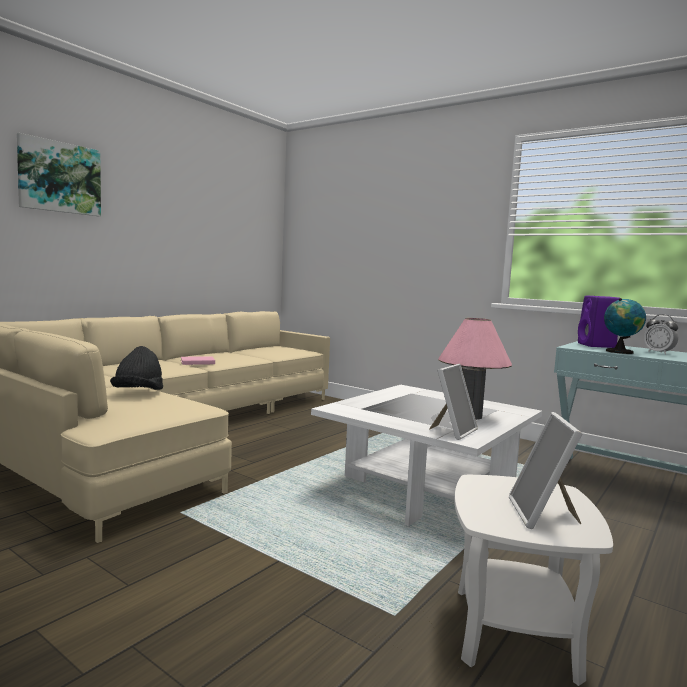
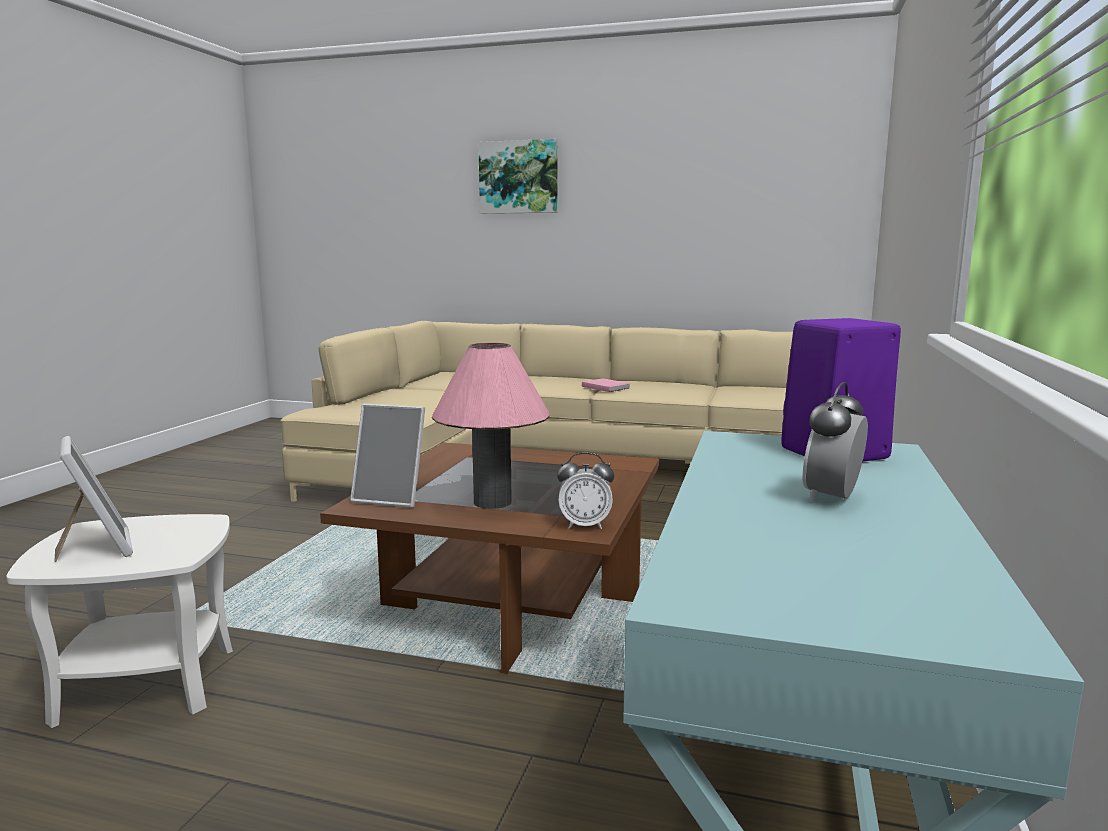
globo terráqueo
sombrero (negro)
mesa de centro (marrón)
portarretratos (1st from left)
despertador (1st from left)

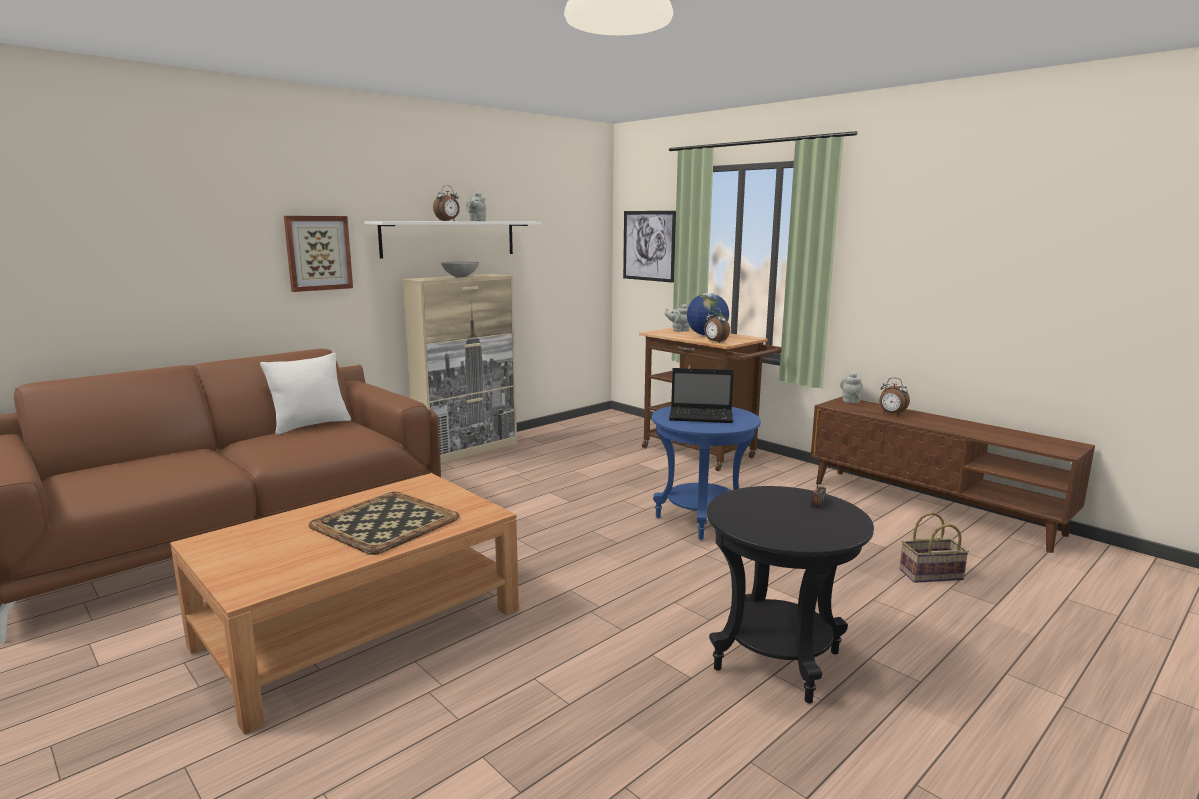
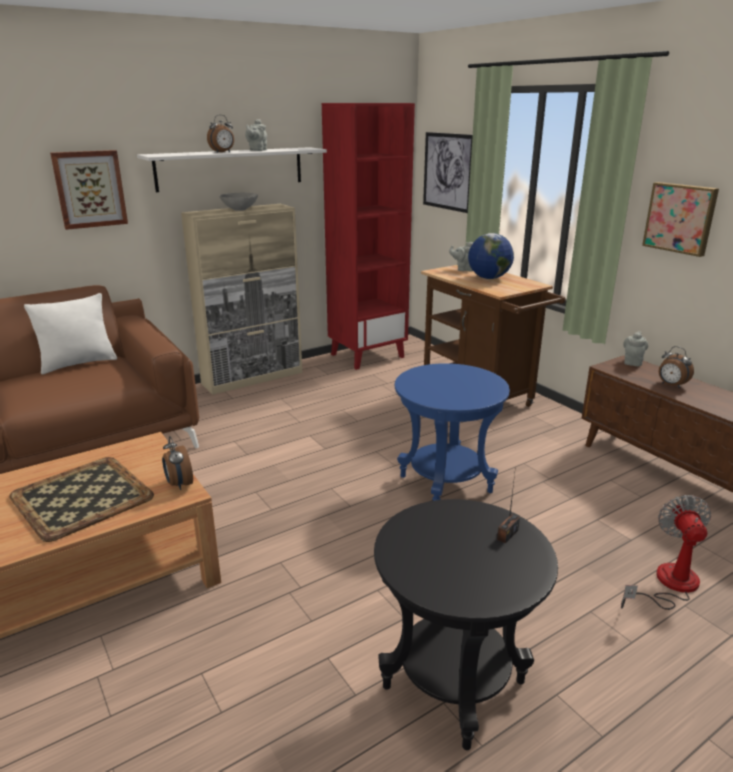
despertador (1st from left)
portátil
ventilador
estantería (rojo)
cuadro (3rd from left)

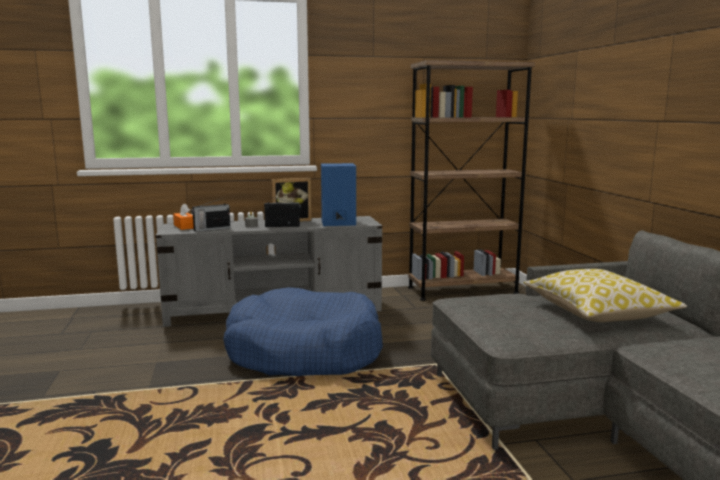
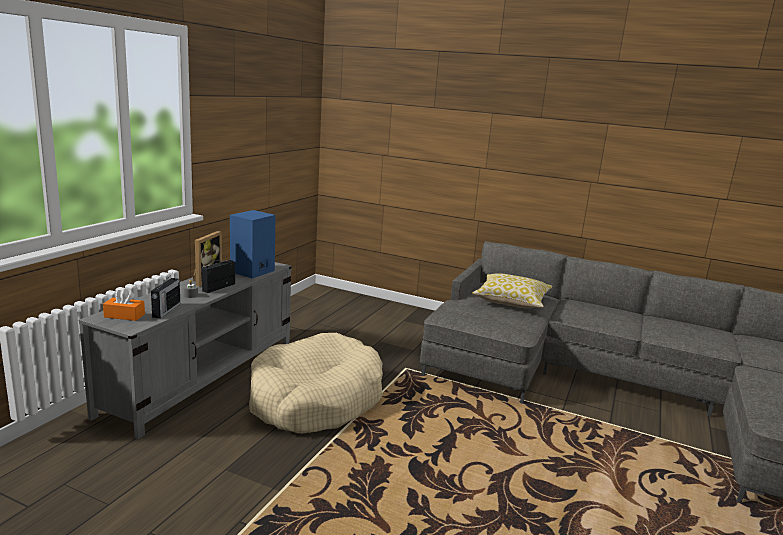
estantería (marrón)
cama para perro (beis)

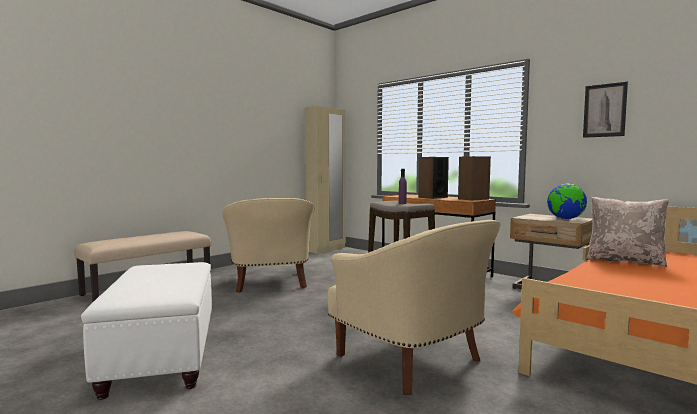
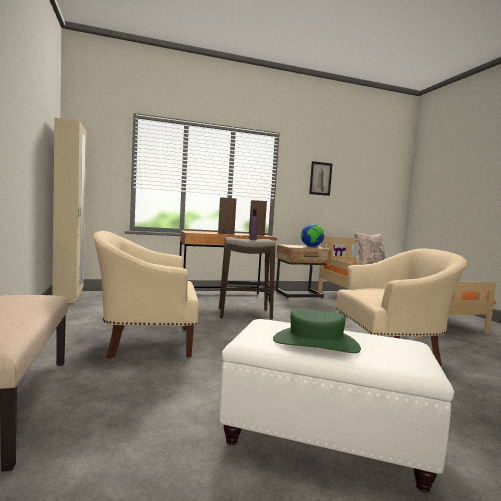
sillón (beis) (1st from left)
sombrero (verde)

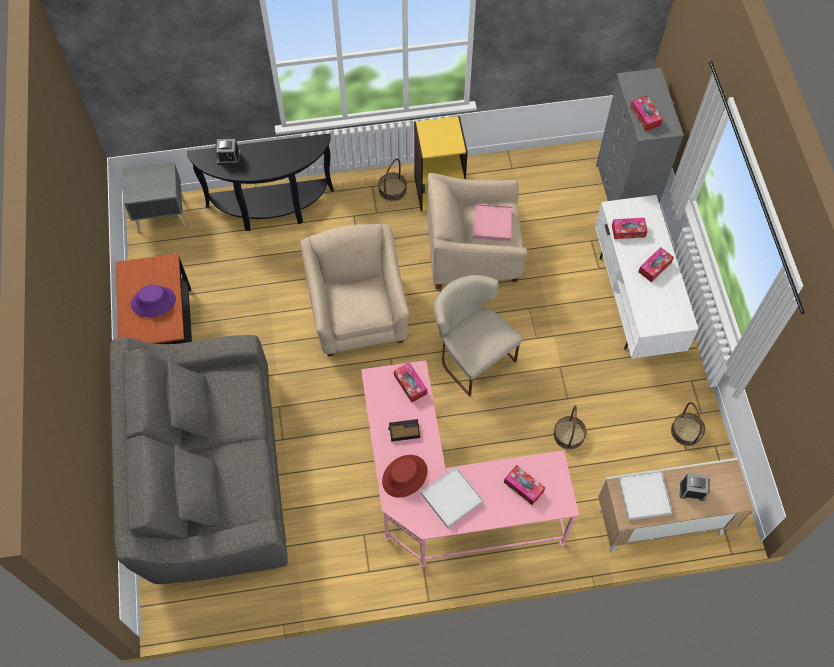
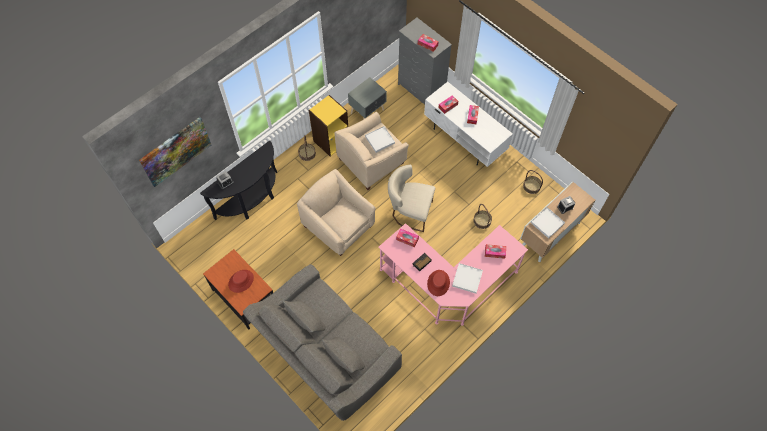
mesita de noche (gris)
bandeja (blanco) (1st from left)
sombrero (rojo) (1st from left)
cuadro

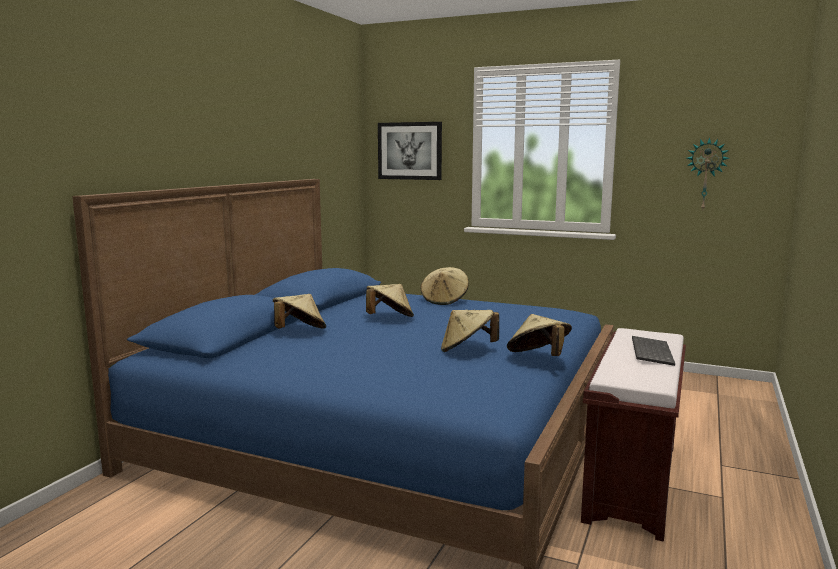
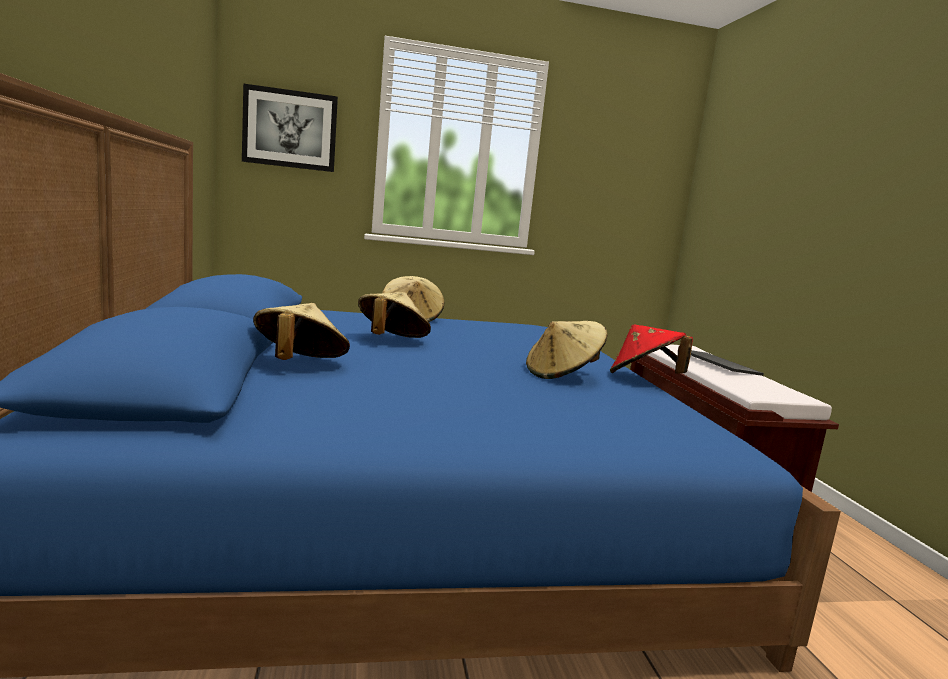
reloj de pared
sombrero (rojo)

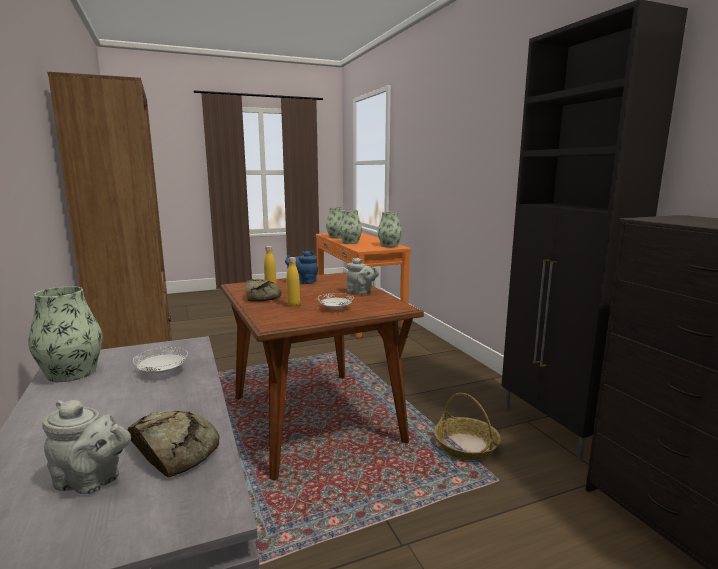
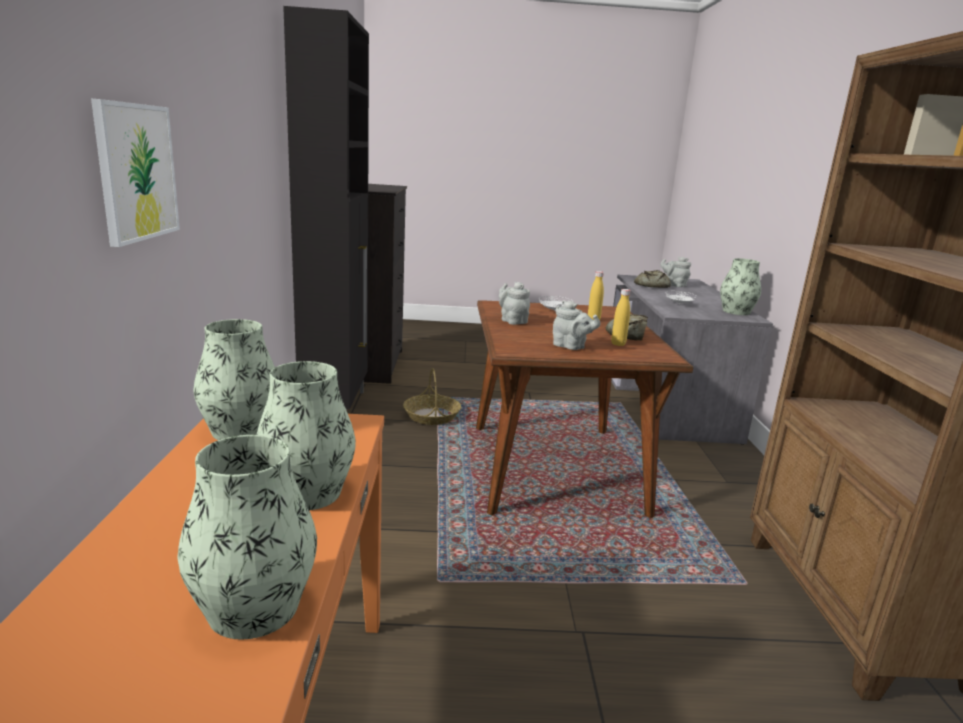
tetera (gris) (2nd from left)
cuadro

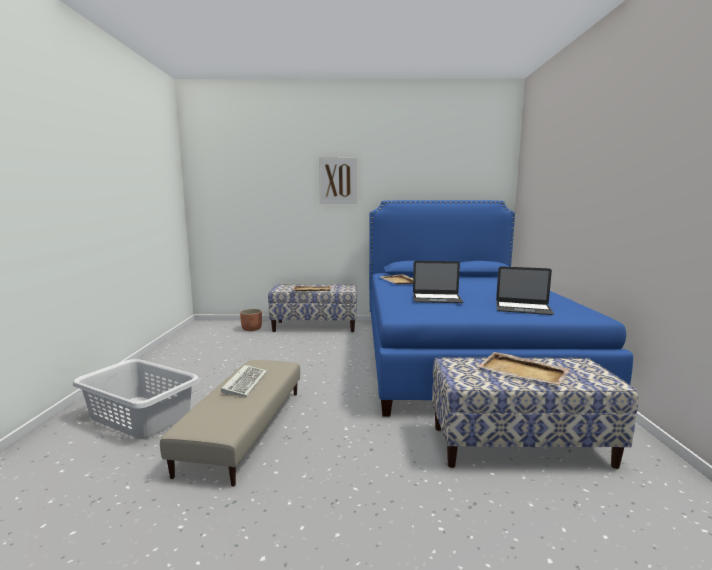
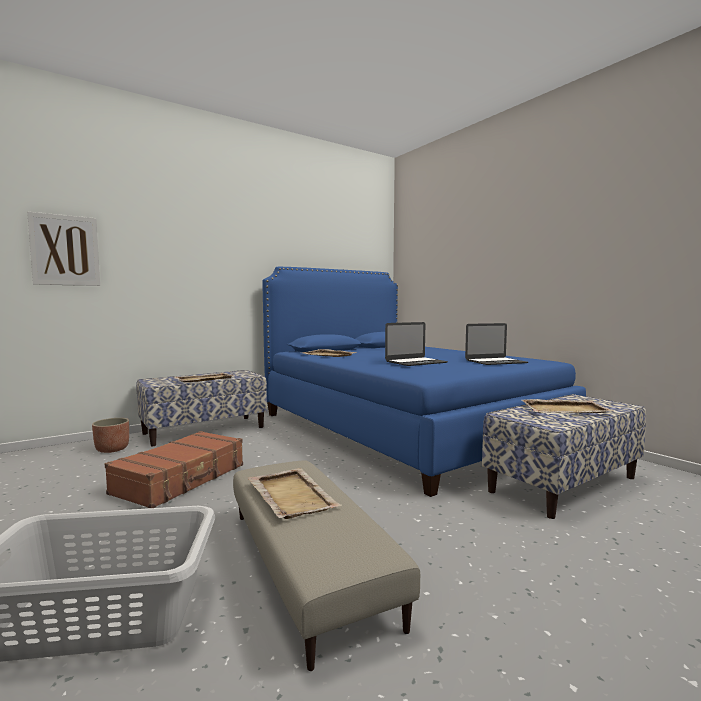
cuadro
bandeja (beis) (2nd from left)
maleta (marrón)

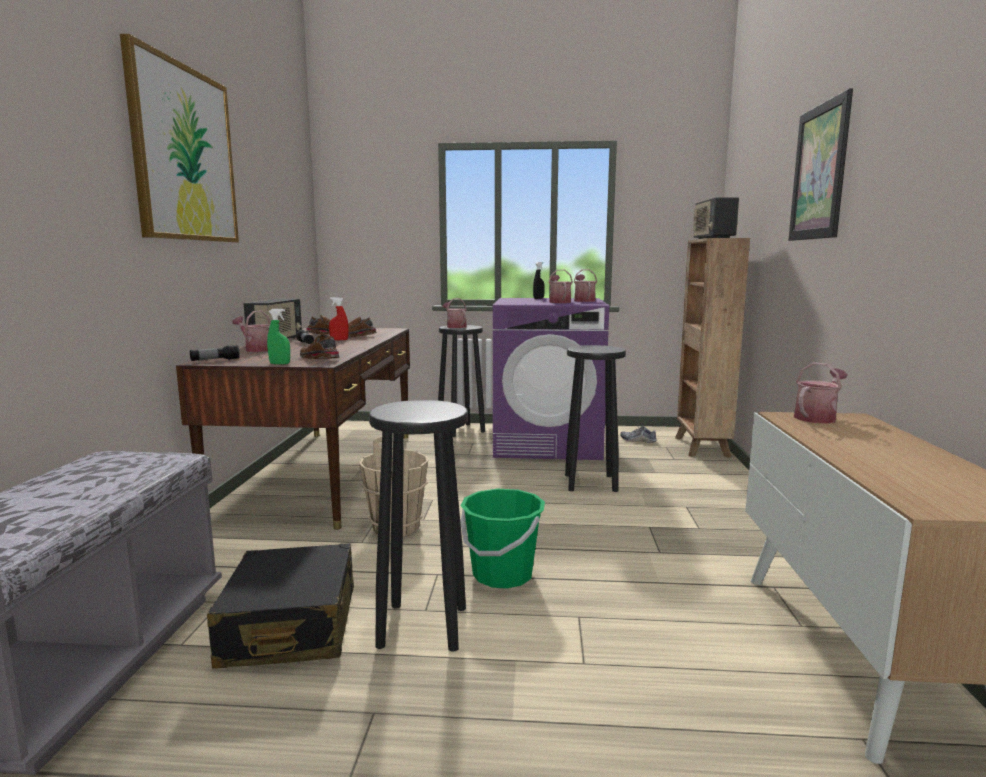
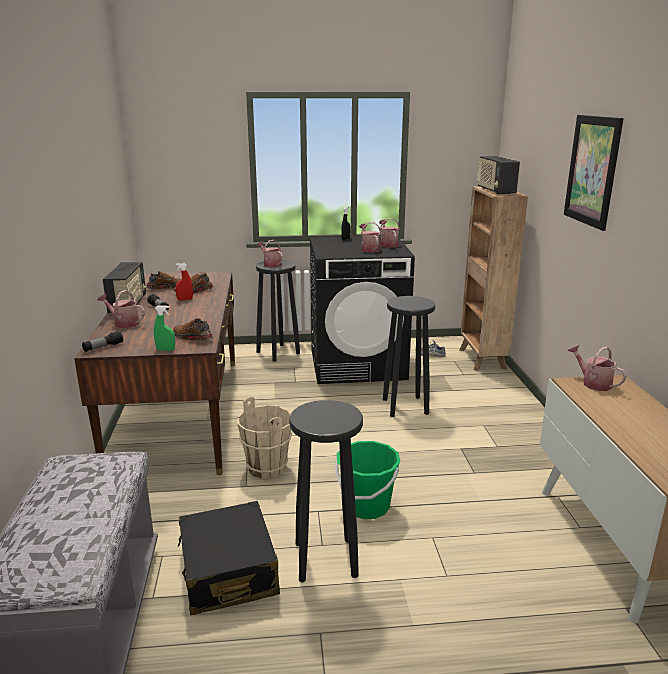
cuadro (1st from left in the first image)
lavadora (negro)
regadera (5th from left)

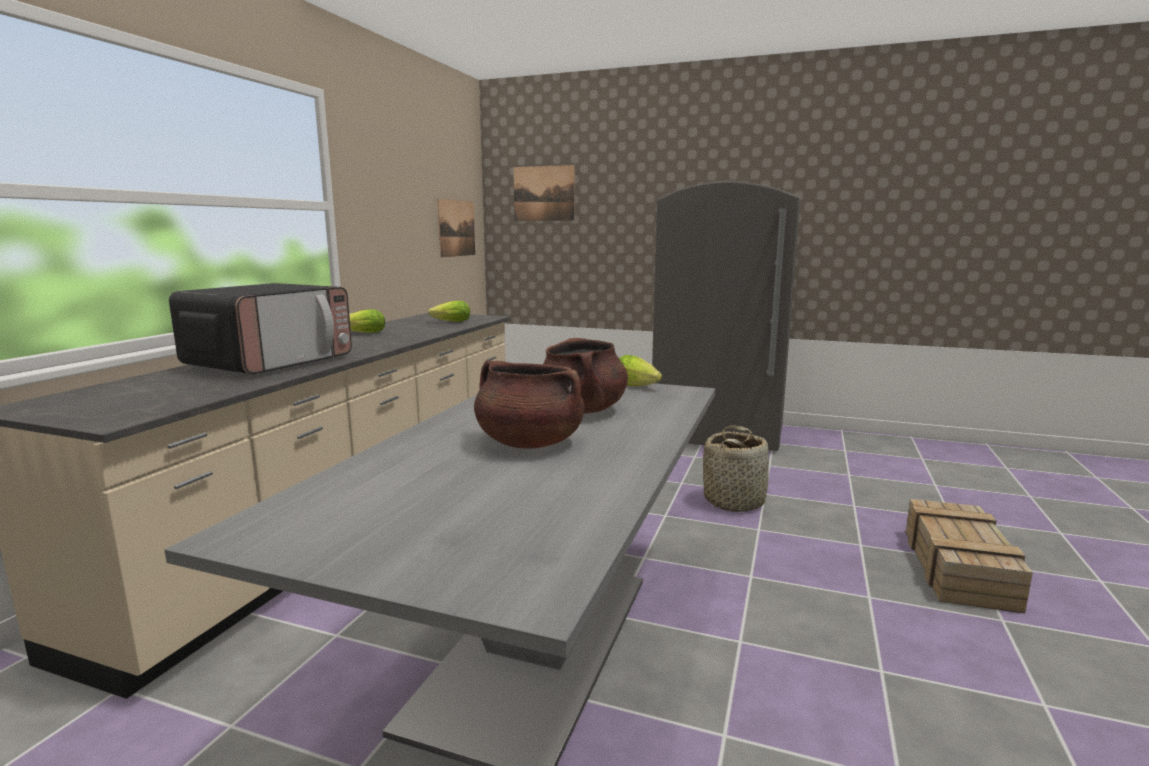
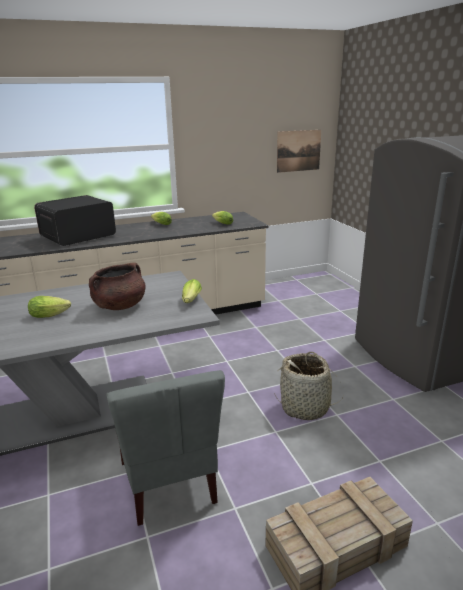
cuadro (2nd from left in the first image)
microondas
lechuga (1st from left)
silla (gris)

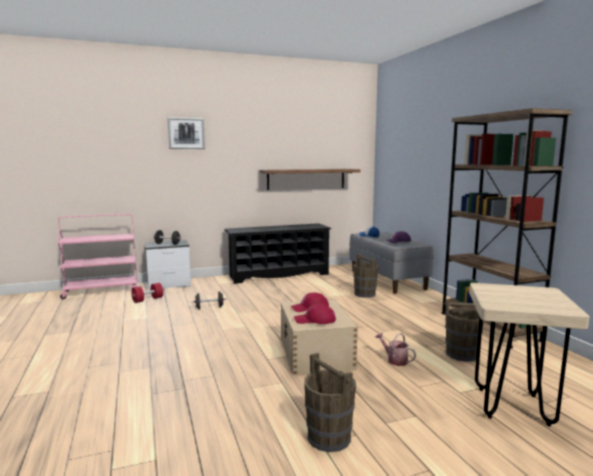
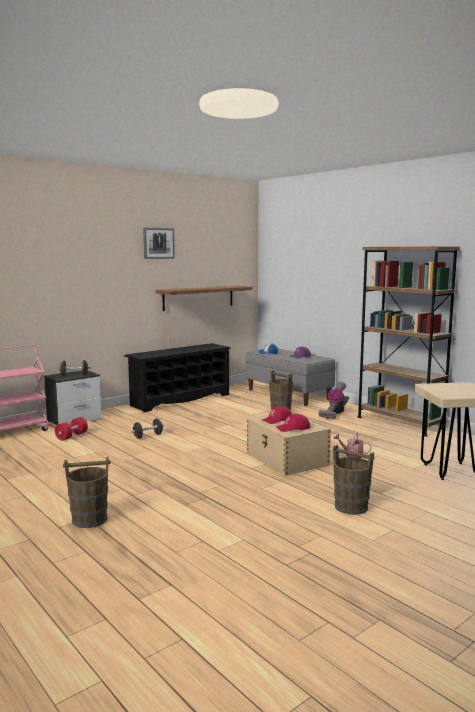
cuadro
cubo (marrón) (1st from left)
aspiradora

